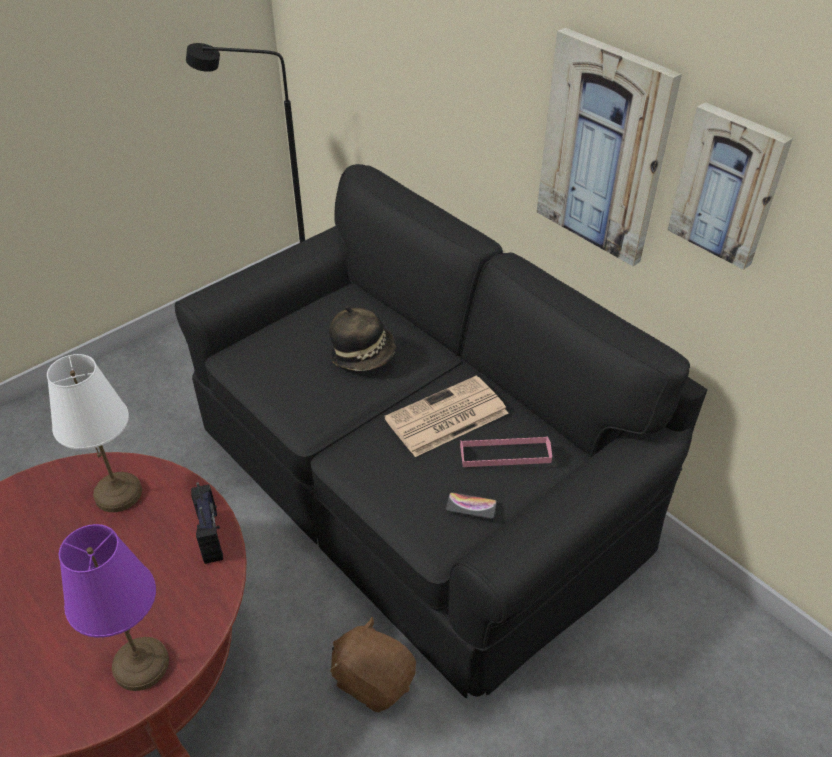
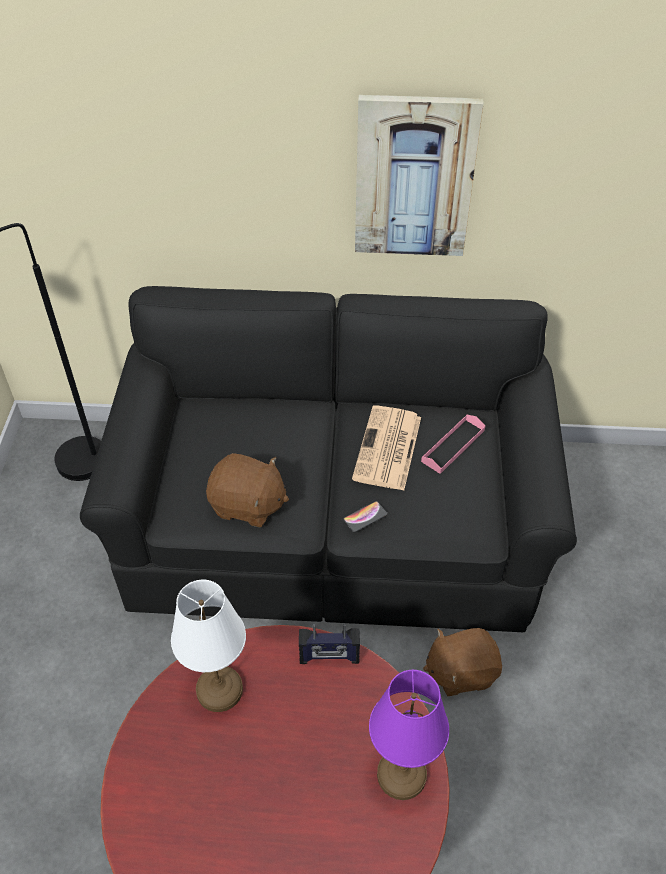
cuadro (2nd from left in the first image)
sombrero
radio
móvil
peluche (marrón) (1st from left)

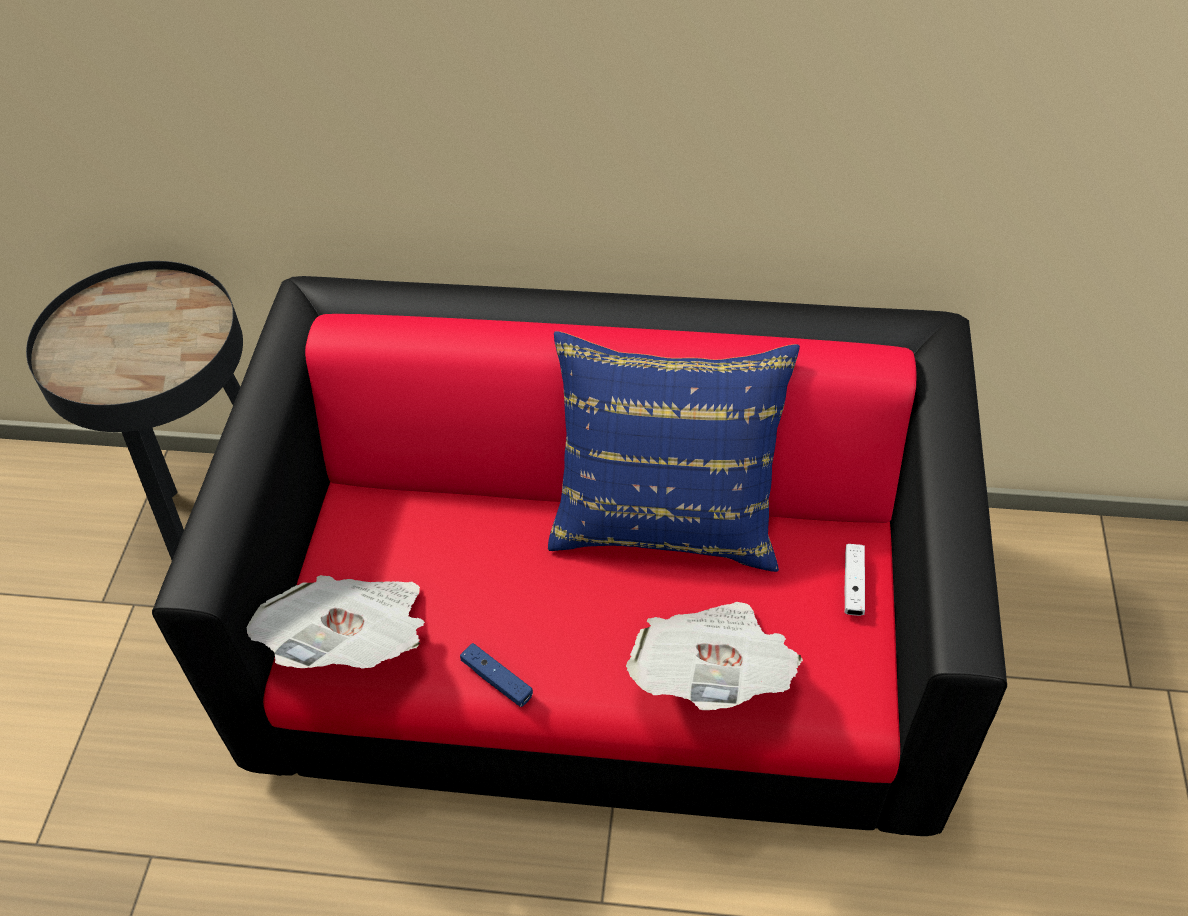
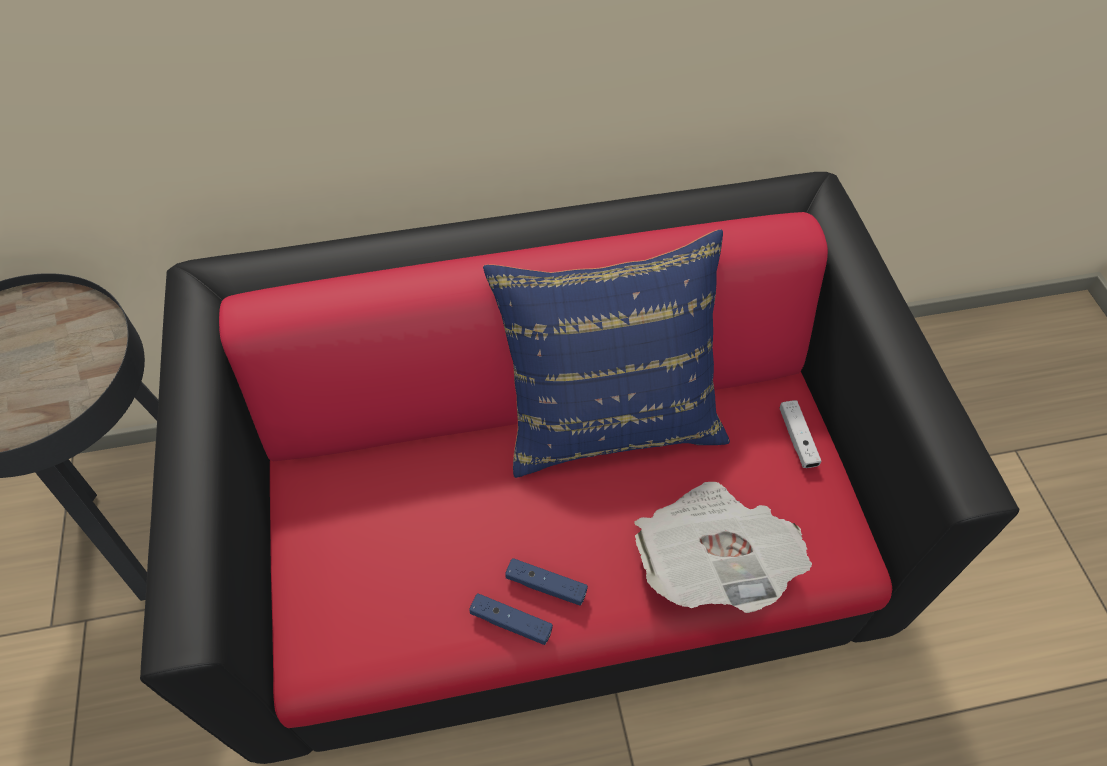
periódico (1st from left in the first image)
mando de consola (azul) (2nd from left)

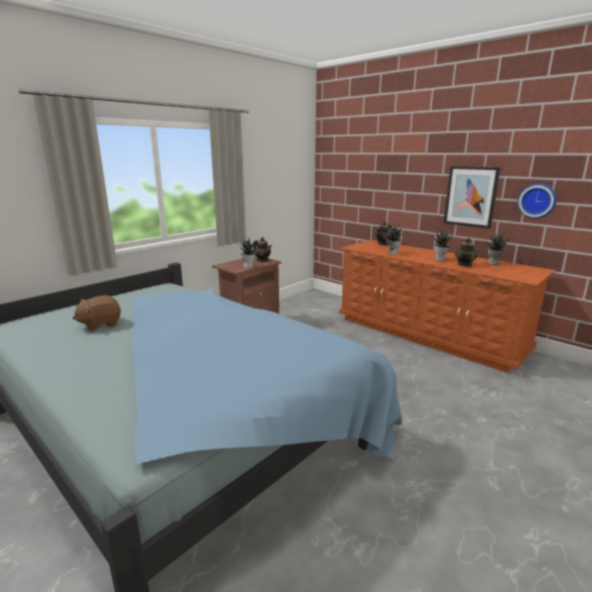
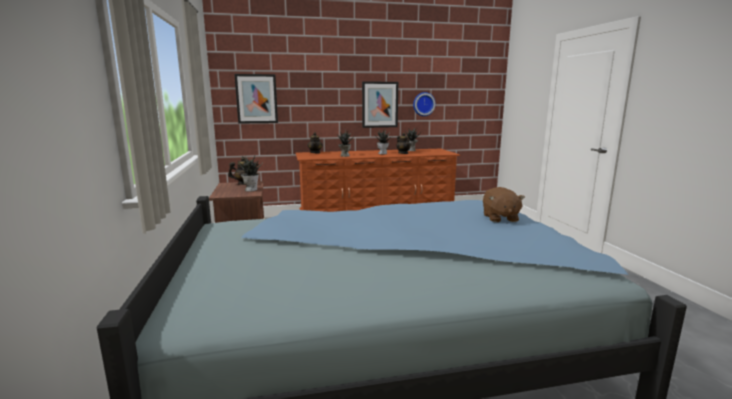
peluche (marrón)
cuadro (1st from left)

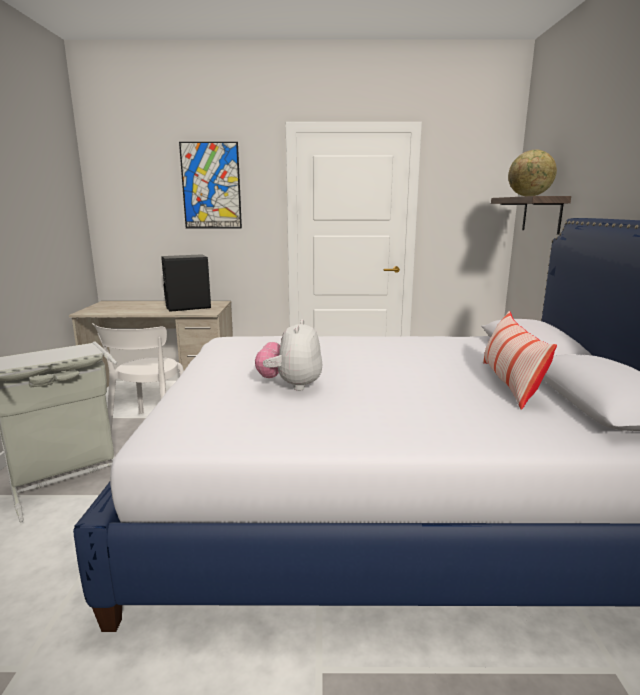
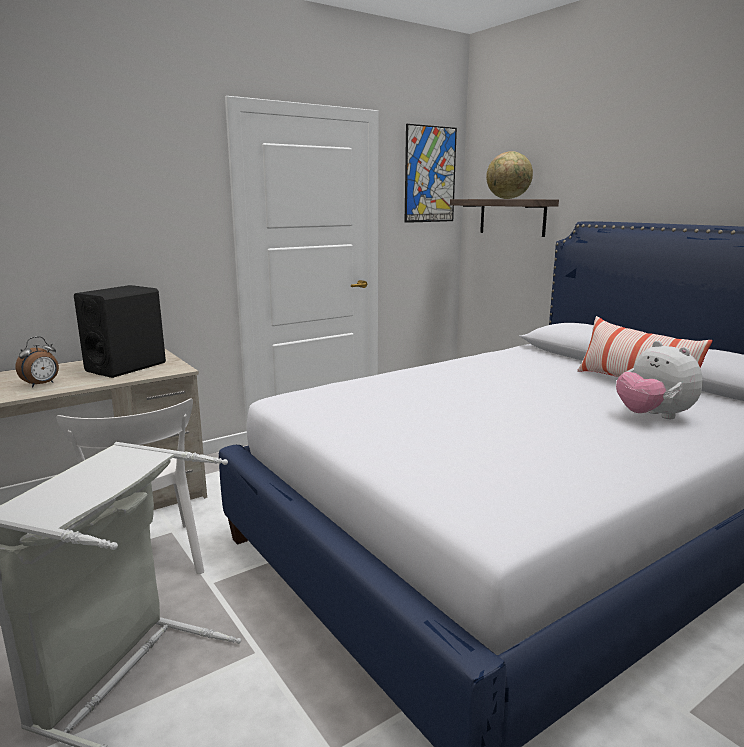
cuadro
peluche
despertador

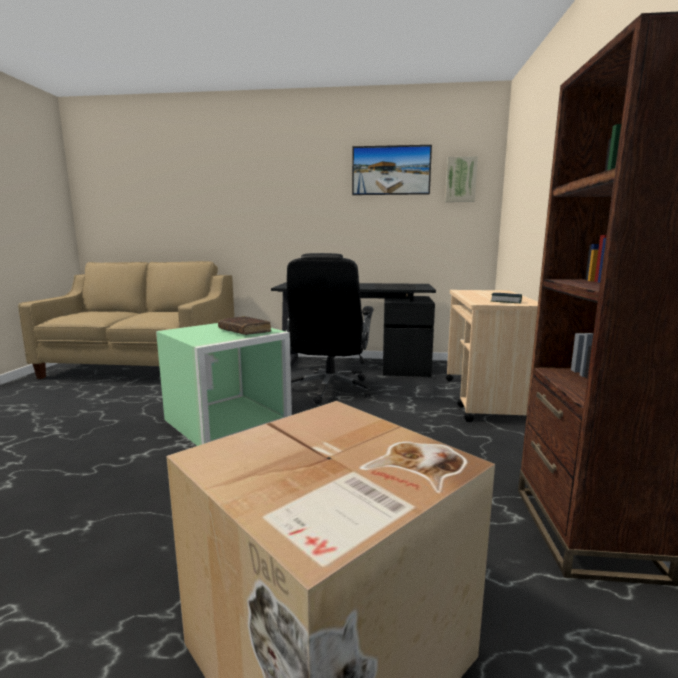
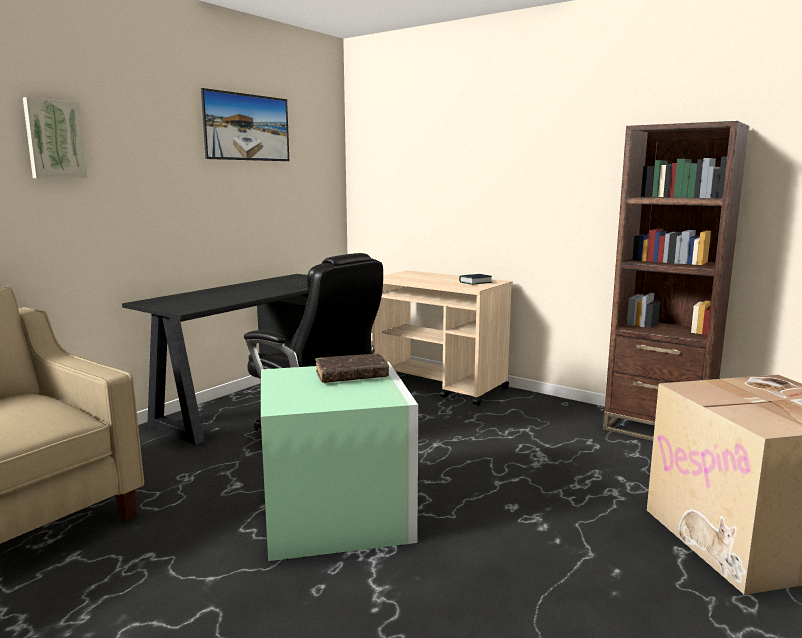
cuadro (1st from left)

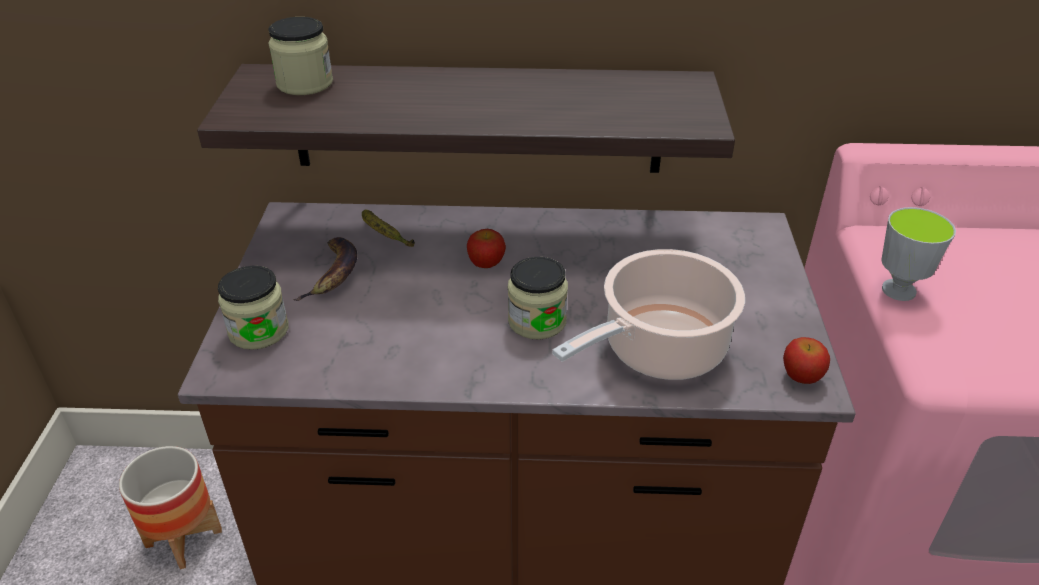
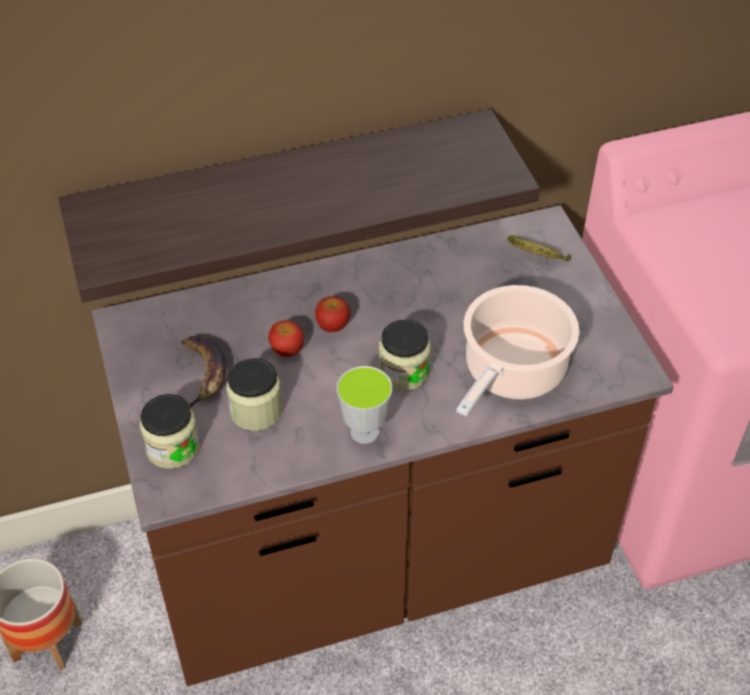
tarro (2nd from left)
taza
plátano (2nd from left)
manzana (1st from left)

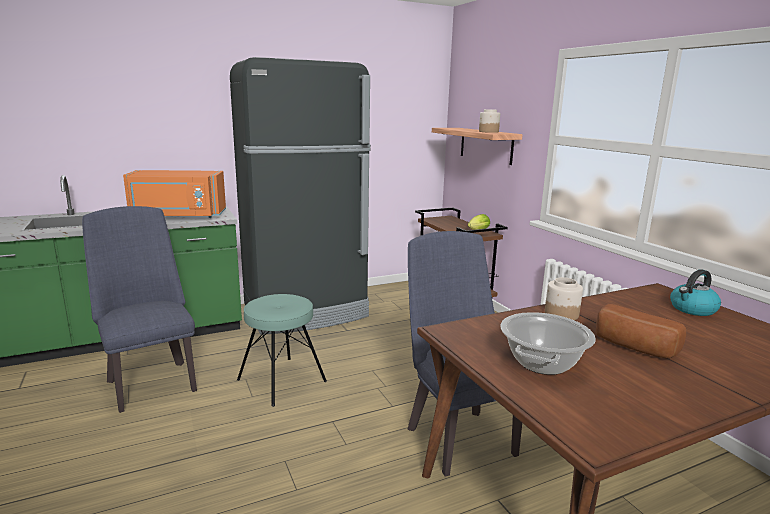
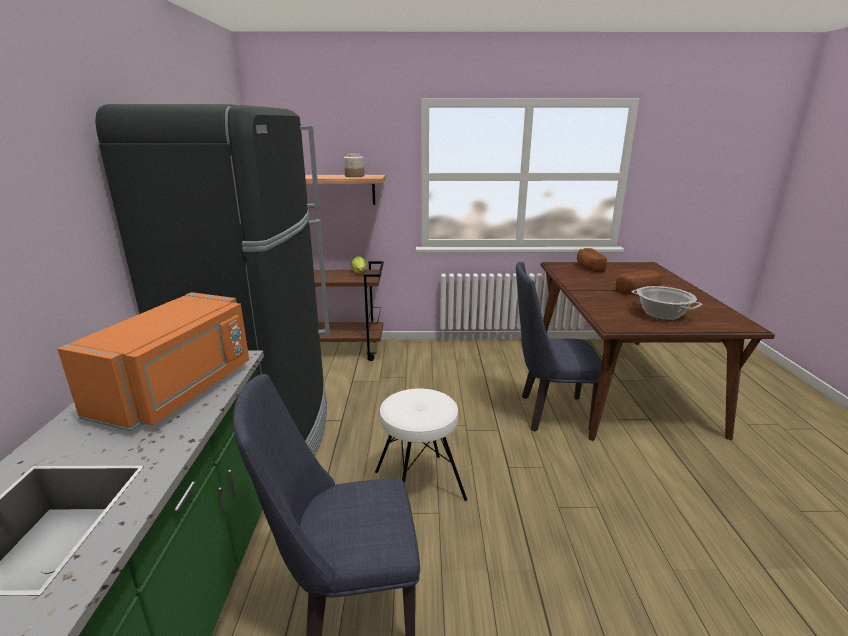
pan (1st from left)
tarro (2nd from left in the first image)
taburete (blanco)

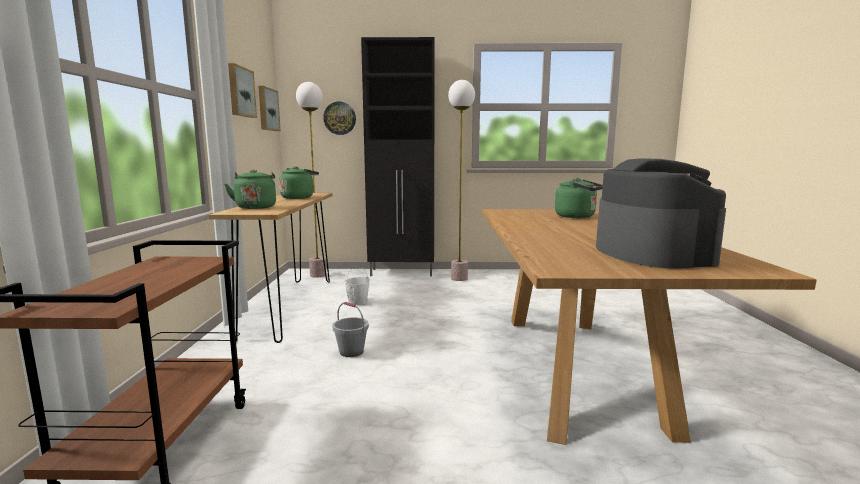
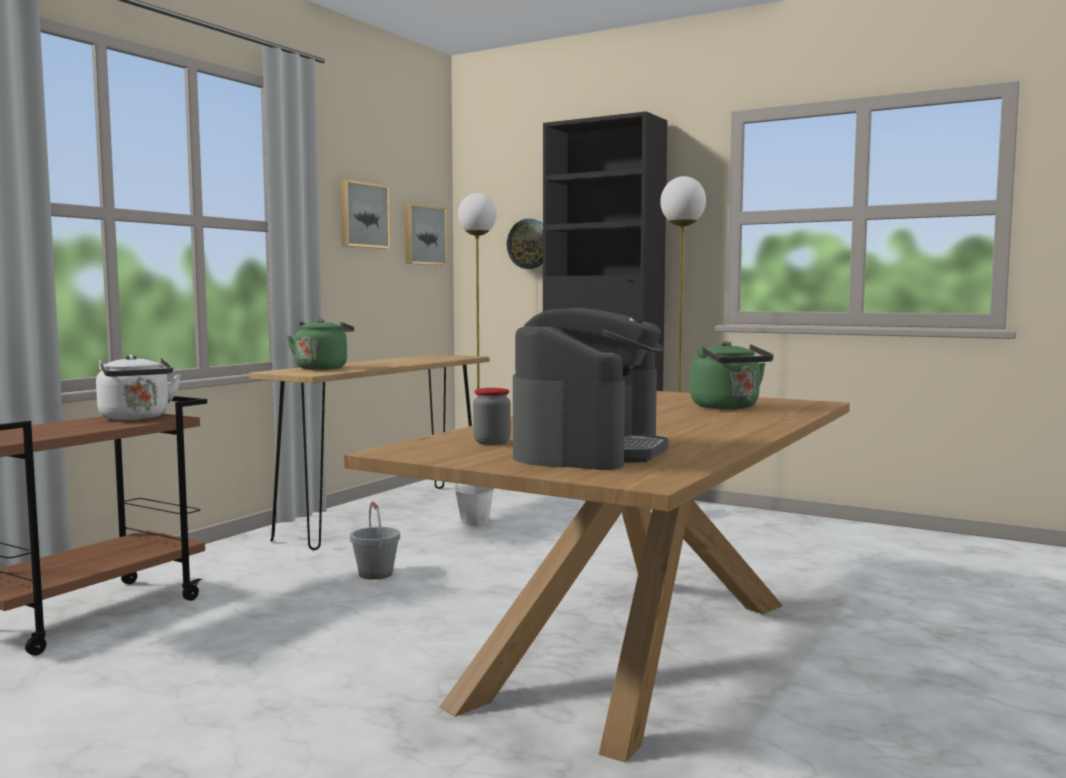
hervidor (verde) (2nd from left in the first image)
hervidor (blanco)
tarro

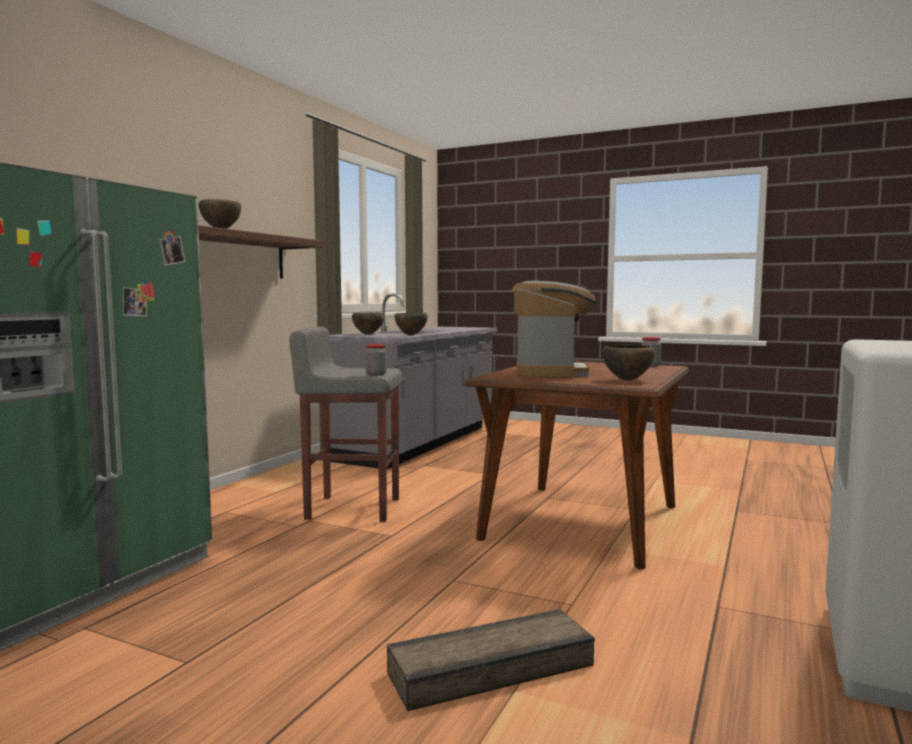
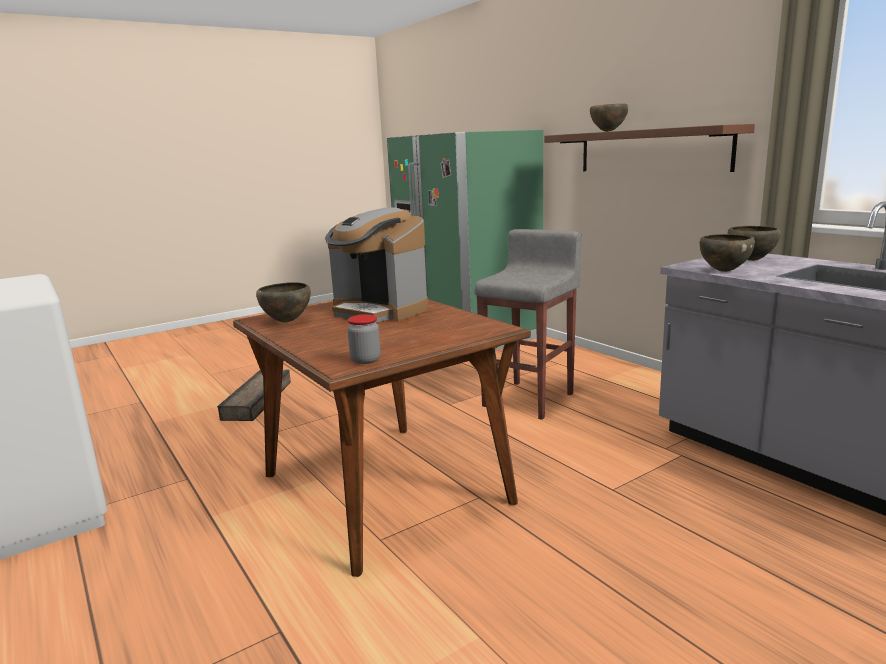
tarro (1st from left in the first image)

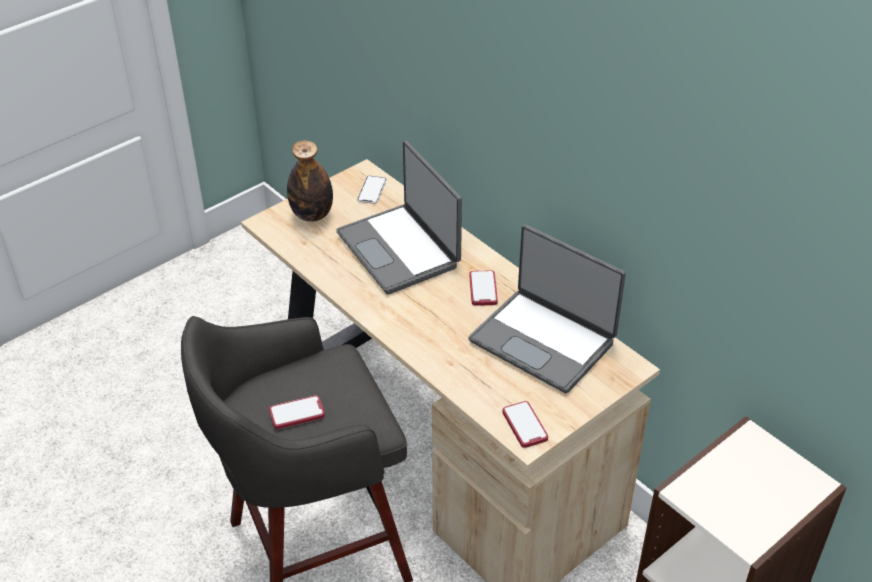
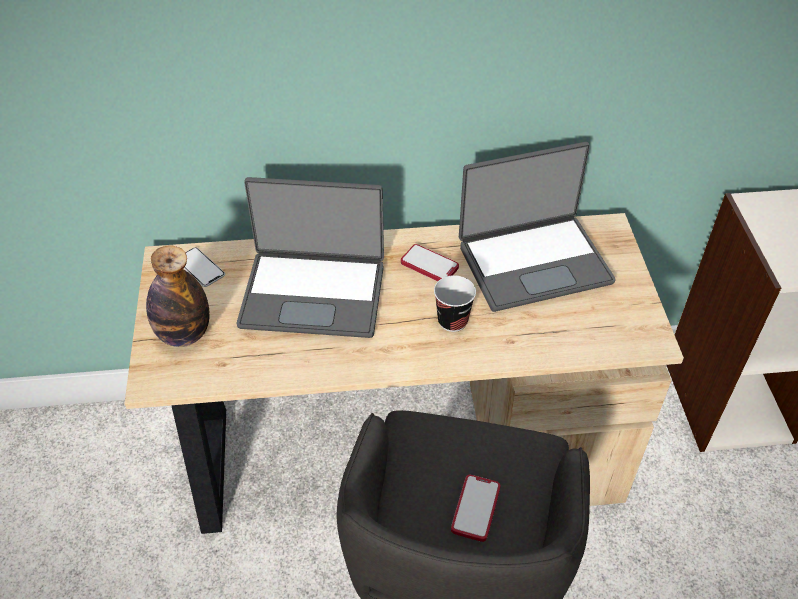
móvil (4th from left in the first image)
taza

